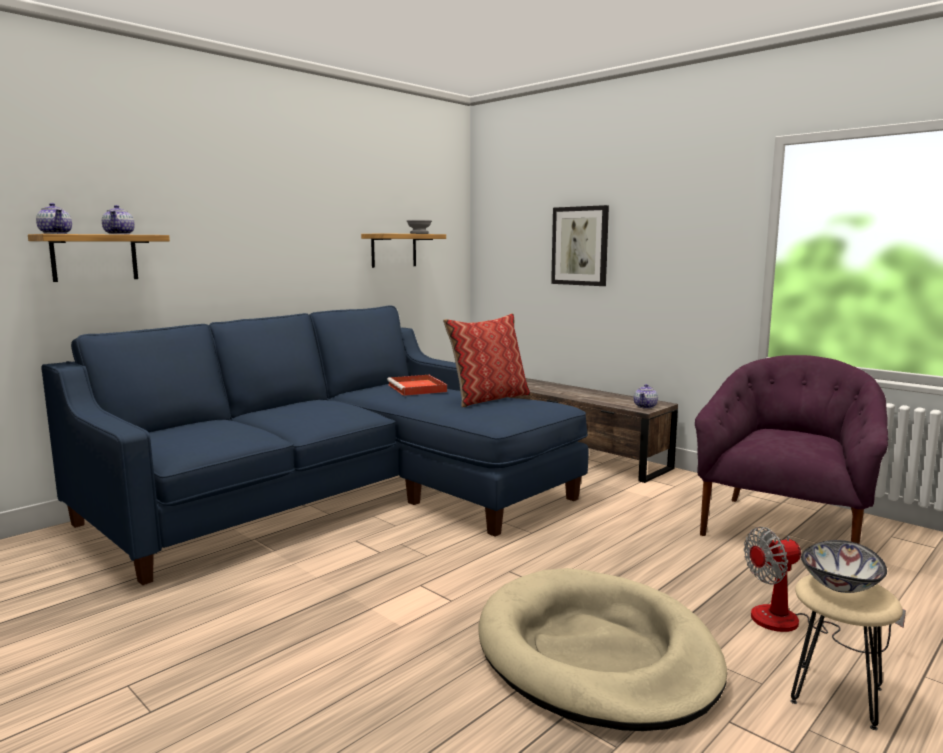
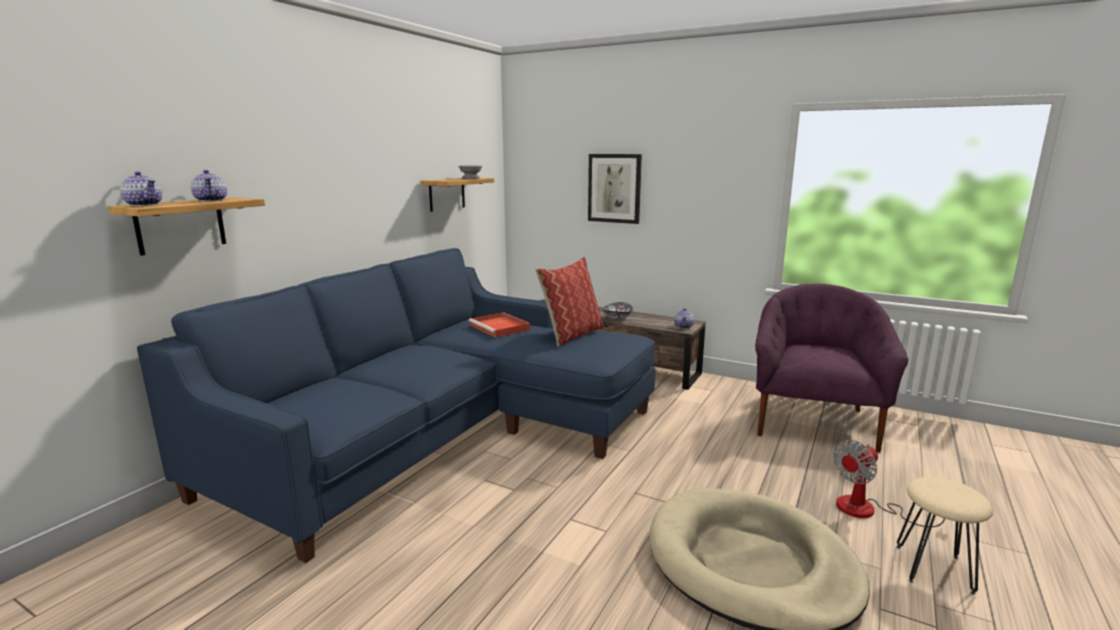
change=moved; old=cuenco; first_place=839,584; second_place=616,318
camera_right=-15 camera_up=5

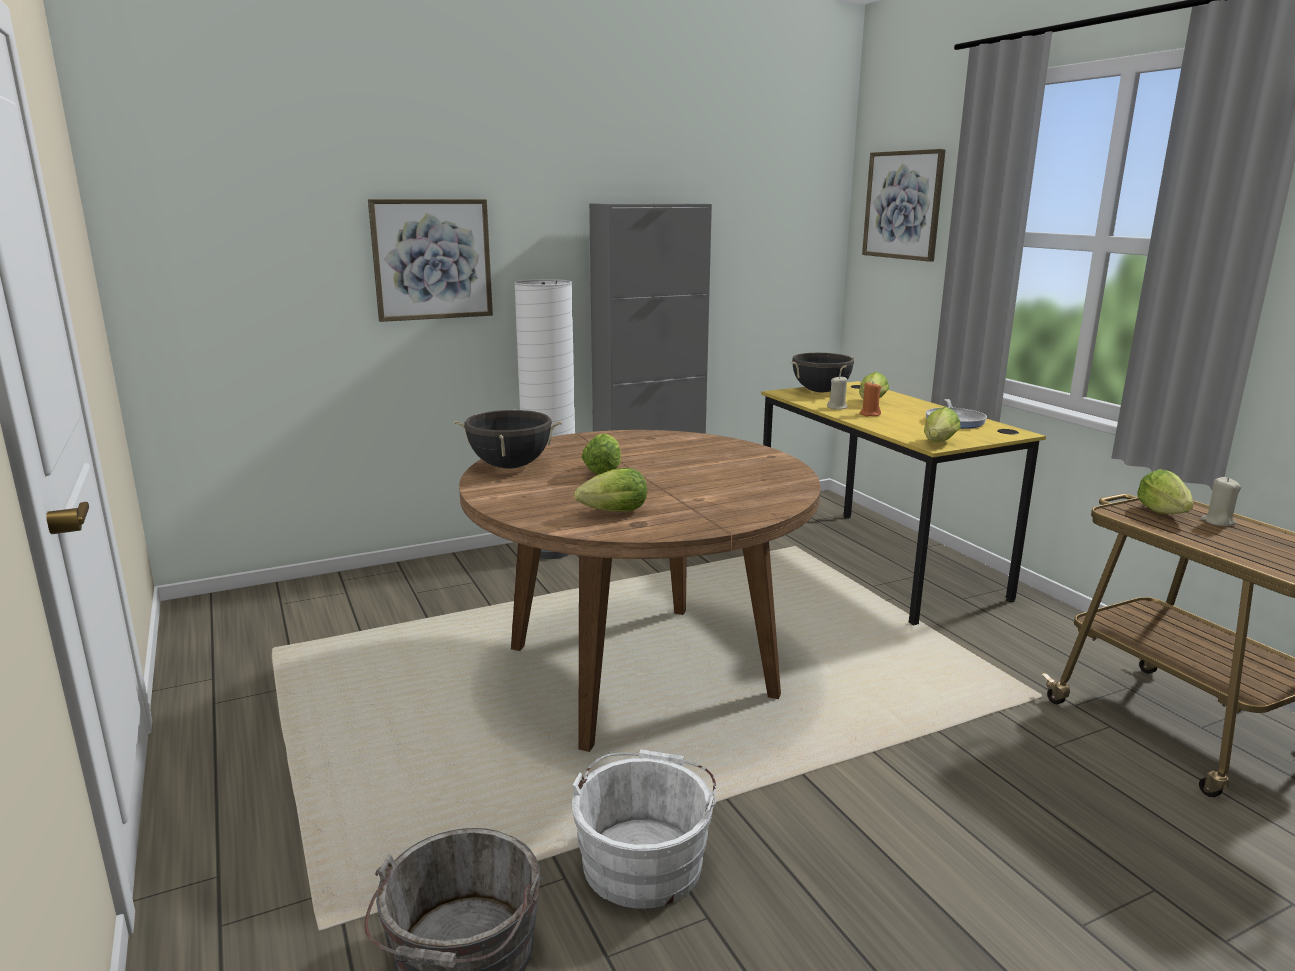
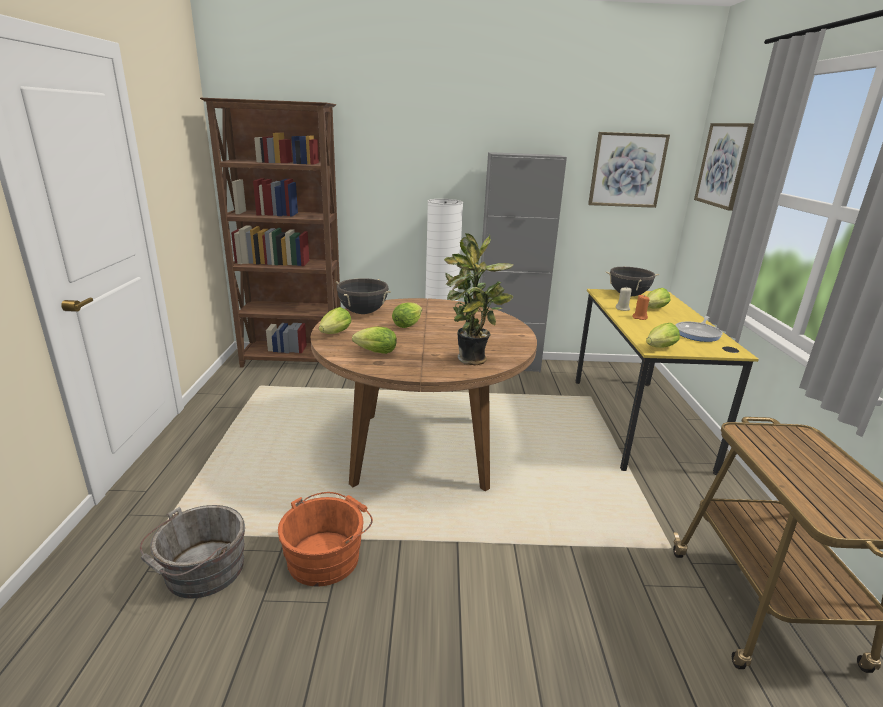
change=moved; old=cuadro; first_place=432,259; second_place=627,170
change=moved; old=lechuga; first_place=1165,514; second_place=334,334
change=removed; old=vela [beis]; first_place=1217,522
change=recoloured; old=cubo [blanco]; new=cubo [naranja]; first_place=644,857; second_place=327,556
change=added; new=estantería [marrón]; second_place=293,361
change=added; new=planta en maceta; second_place=472,361
camera_right=25 camera_up=5

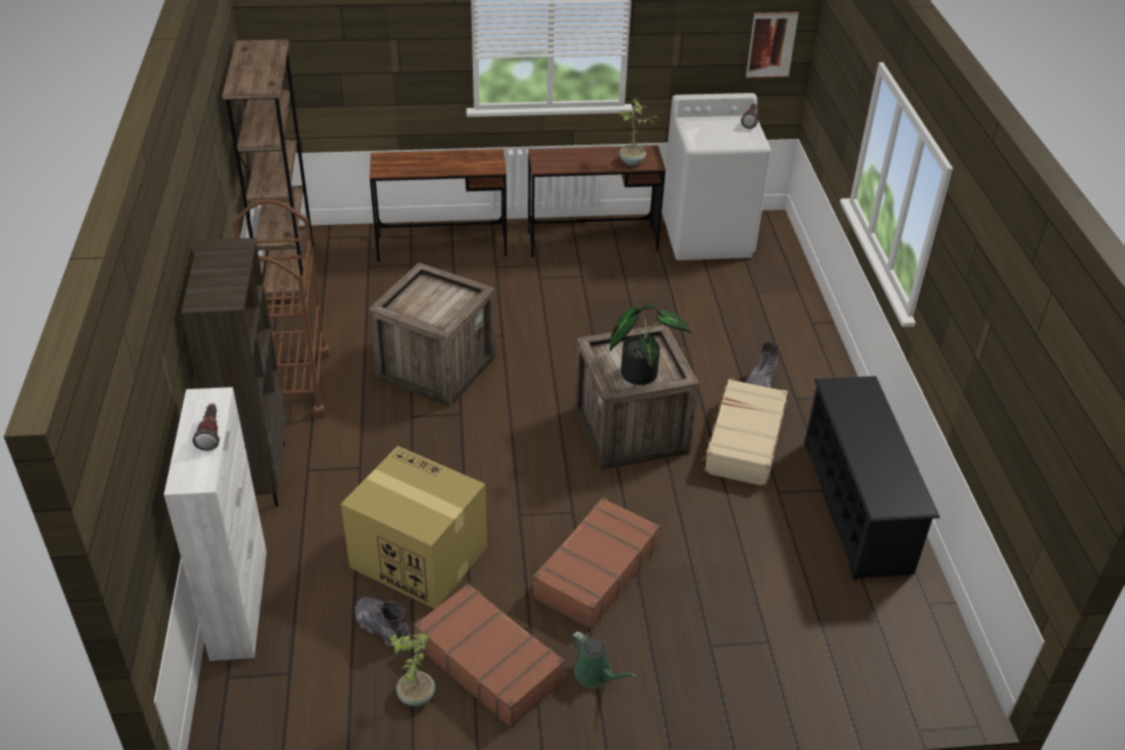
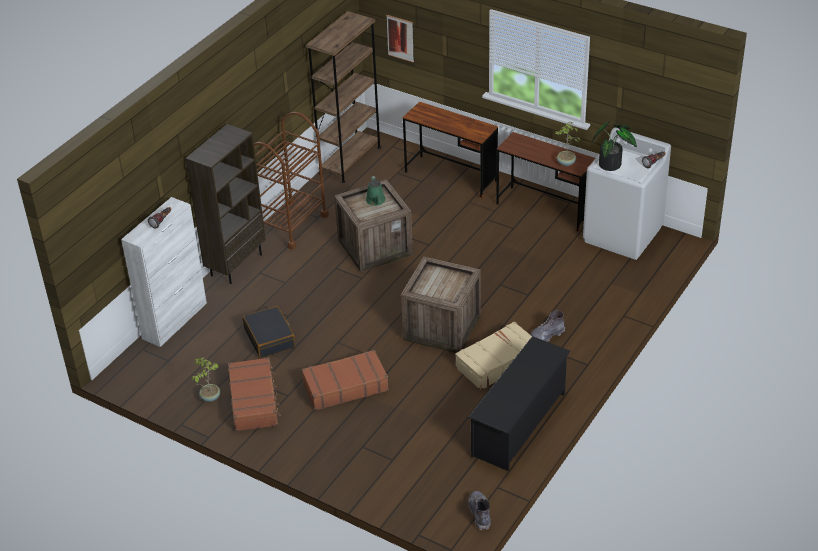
change=moved; old=cuadro; first_place=771,45; second_place=400,38
change=moved; old=planta en maceta; first_place=641,371; second_place=612,164
change=replaced; old=caja de cartón; new=maleta [negro]; first_place=417,557; second_place=270,338
change=moved; old=bota [gris]; first_place=382,627; second_place=480,513
change=moved; old=regadera [verde]; first_place=596,674; second_place=376,201
camera_right=40 camera_up=0

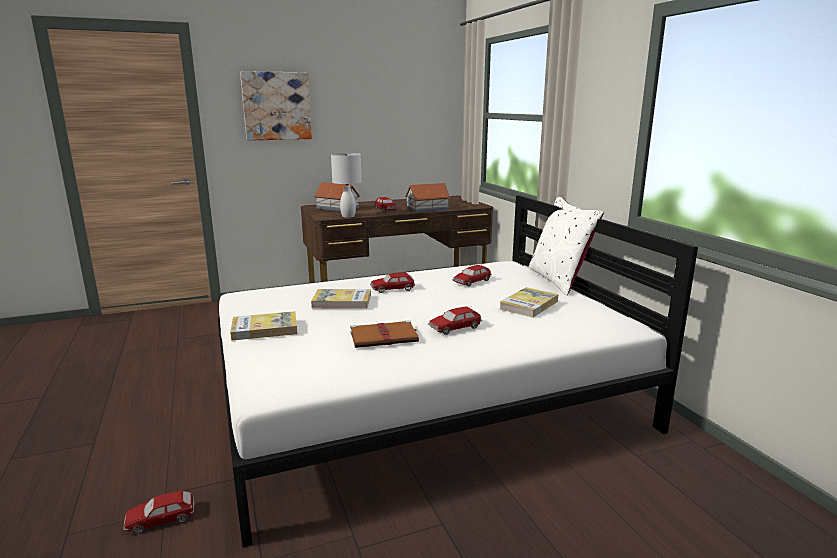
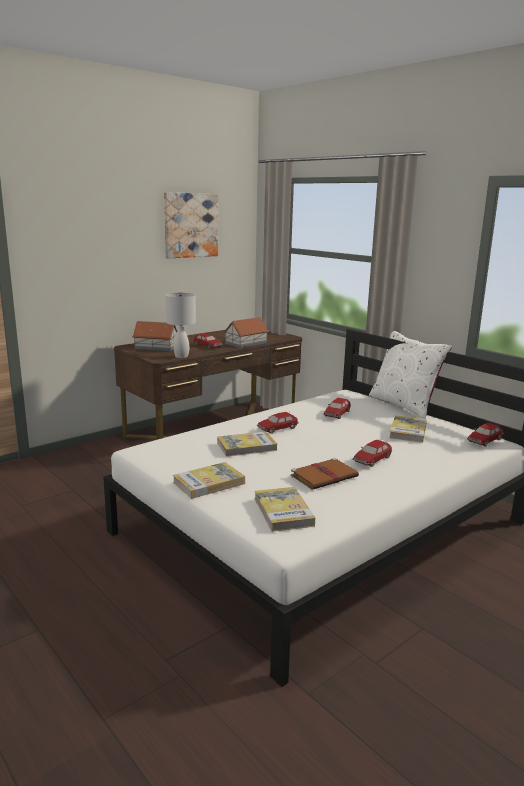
change=moved; old=cuadro; first_place=276,106; second_place=190,225
change=moved; old=coche de juguete; first_place=161,519; second_place=484,440
change=added; new=libro; second_place=283,512
camera_right=-20 camera_up=0

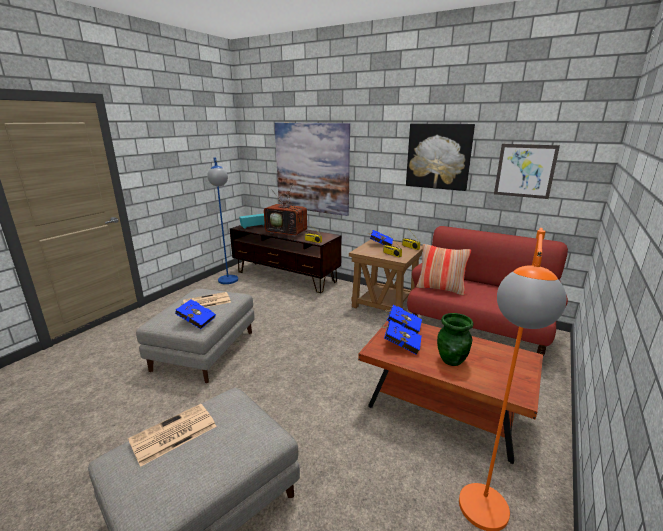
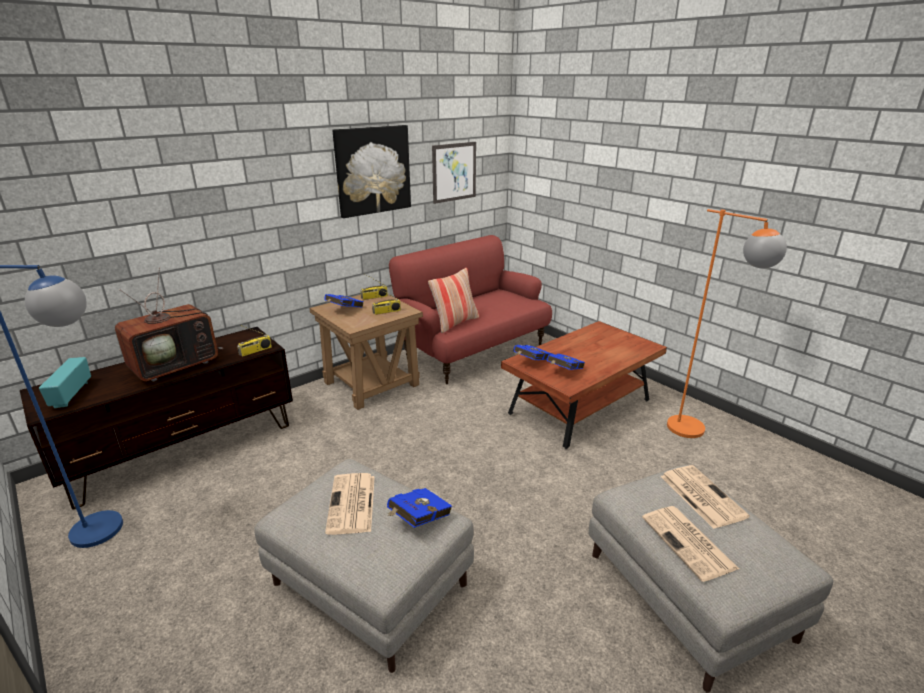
change=removed; old=cuadro; first_place=312,168
change=removed; old=florero [verde]; first_place=452,360
change=added; new=periódico; second_place=701,495
camera_right=-70 camera_up=5

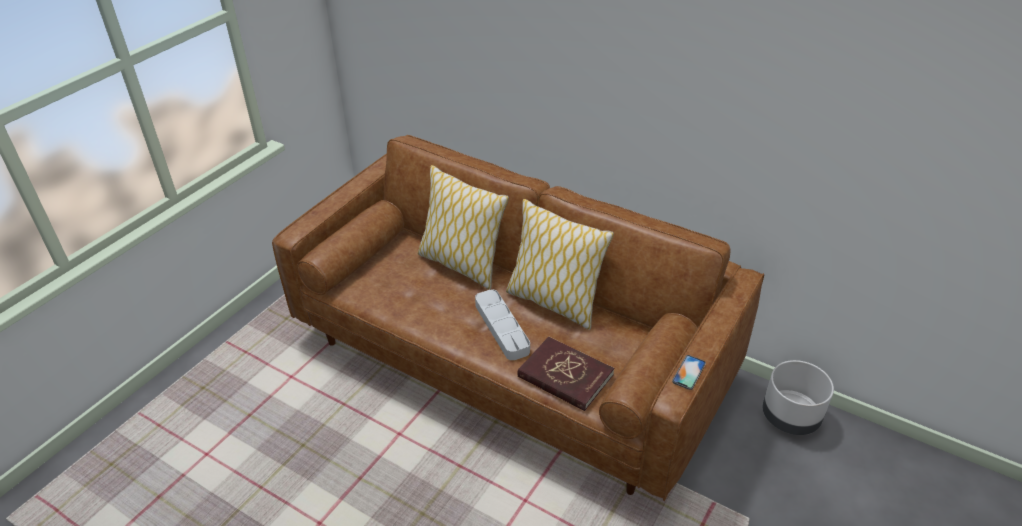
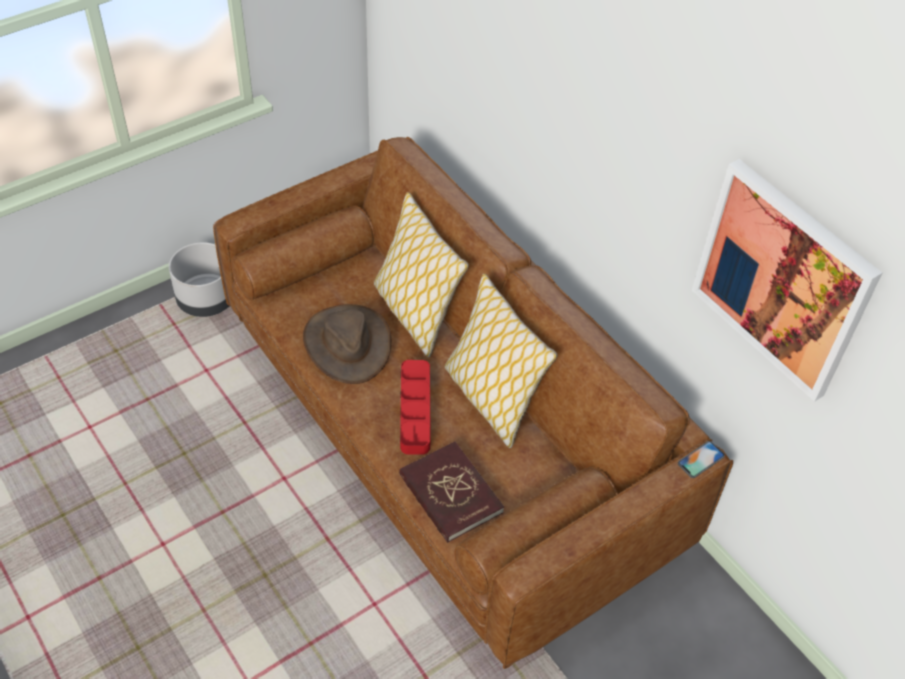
change=recoloured; old=bandeja [gris]; new=bandeja [rojo]; first_place=501,327; second_place=415,410
change=moved; old=móvil; first_place=689,372; second_place=701,459
change=moved; old=maceta [gris]; first_place=790,417; second_place=207,300
change=added; new=cuadro; second_place=782,279
change=added; new=sombrero [marrón]; second_place=347,344
camera_right=20 camera_up=10

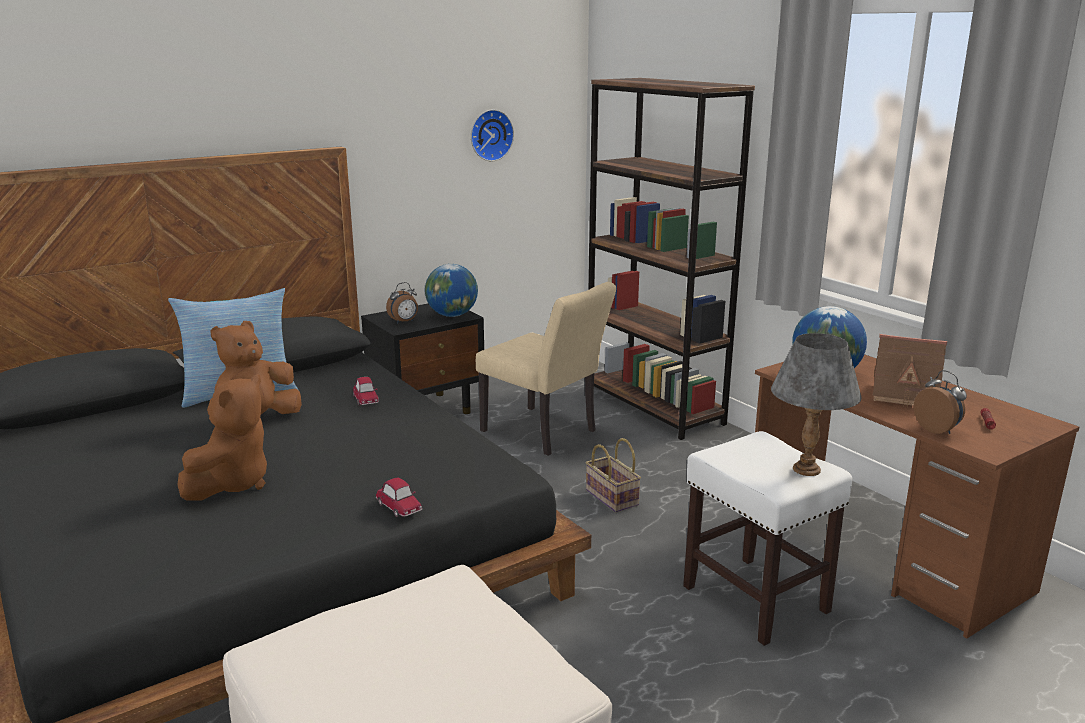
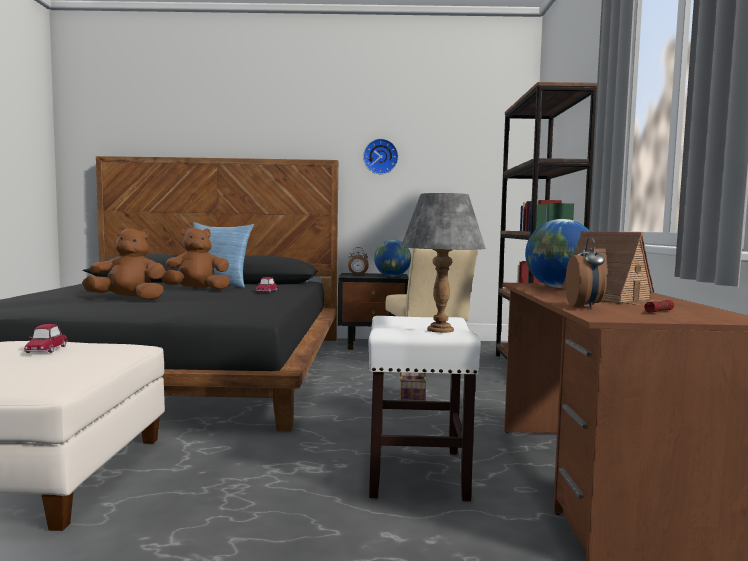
change=moved; old=reloj de pared; first_place=490,135; second_place=380,156
change=turned; old=peluche [marrón]; first_place=232,483; second_place=128,299; degrees=-150
change=moved; old=coche de juguete; first_place=399,507; second_place=46,349
camera_right=35 camera_up=-15

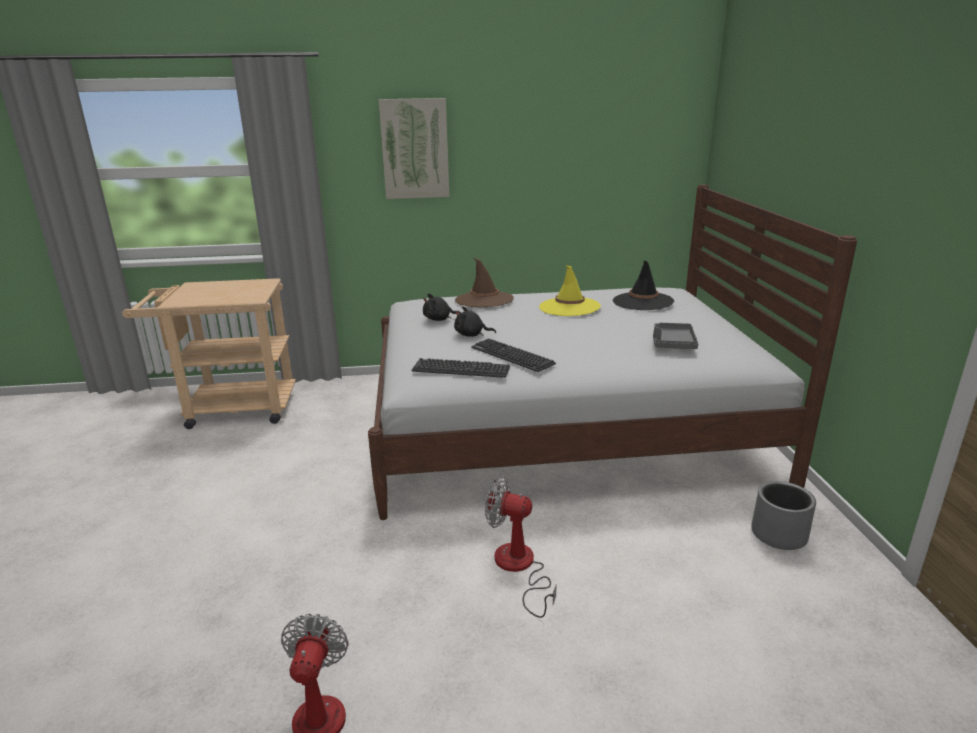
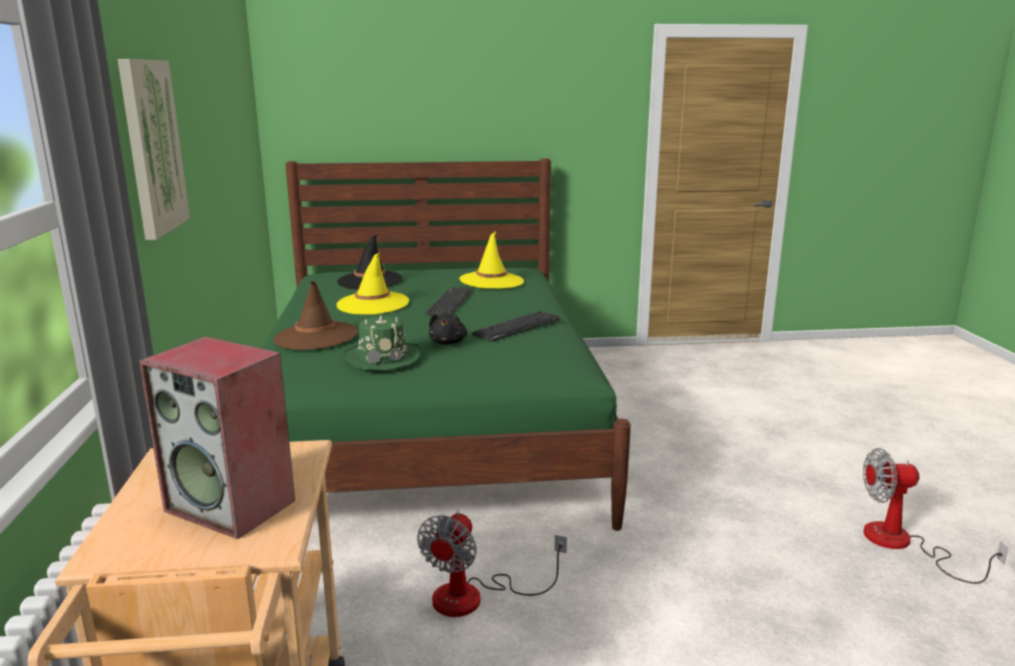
change=recoloured; old=cama [blanco]; new=cama [verde]; first_place=562,427; second_place=429,427
change=replaced; old=peluche [negro]; new=sombrero [verde]; first_place=439,319; second_place=383,357
change=replaced; old=bandeja [gris]; new=sombrero [amarillo]; first_place=672,343; second_place=491,281
change=moved; old=teclado; first_place=461,369; second_place=450,302
change=moved; old=ventilador; first_place=519,568; second_place=475,597
change=removed; old=maceta [gris]; first_place=779,535
change=added; new=altavoz; second_place=233,505
camera_right=-90 camera_up=-5

